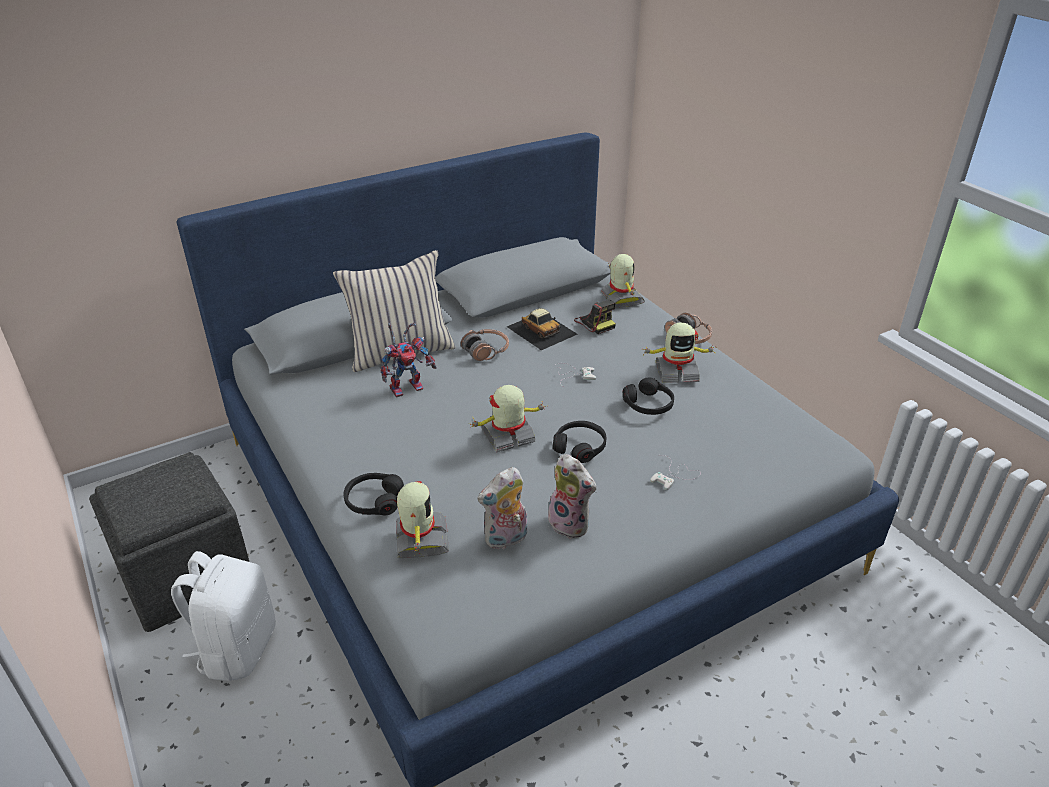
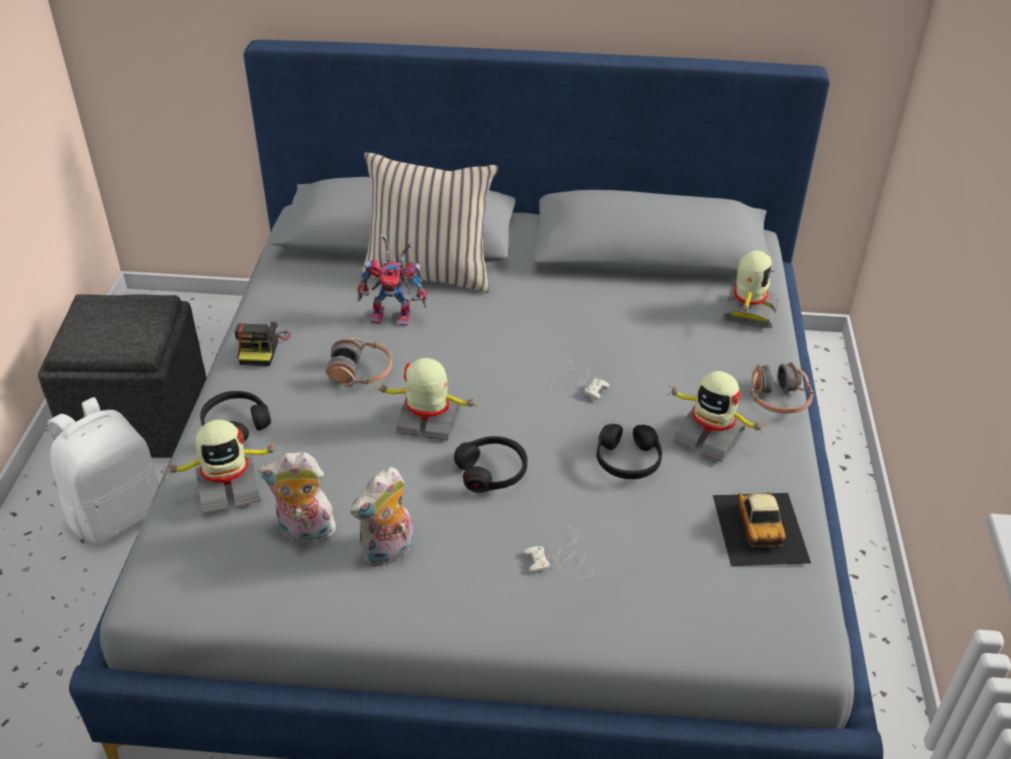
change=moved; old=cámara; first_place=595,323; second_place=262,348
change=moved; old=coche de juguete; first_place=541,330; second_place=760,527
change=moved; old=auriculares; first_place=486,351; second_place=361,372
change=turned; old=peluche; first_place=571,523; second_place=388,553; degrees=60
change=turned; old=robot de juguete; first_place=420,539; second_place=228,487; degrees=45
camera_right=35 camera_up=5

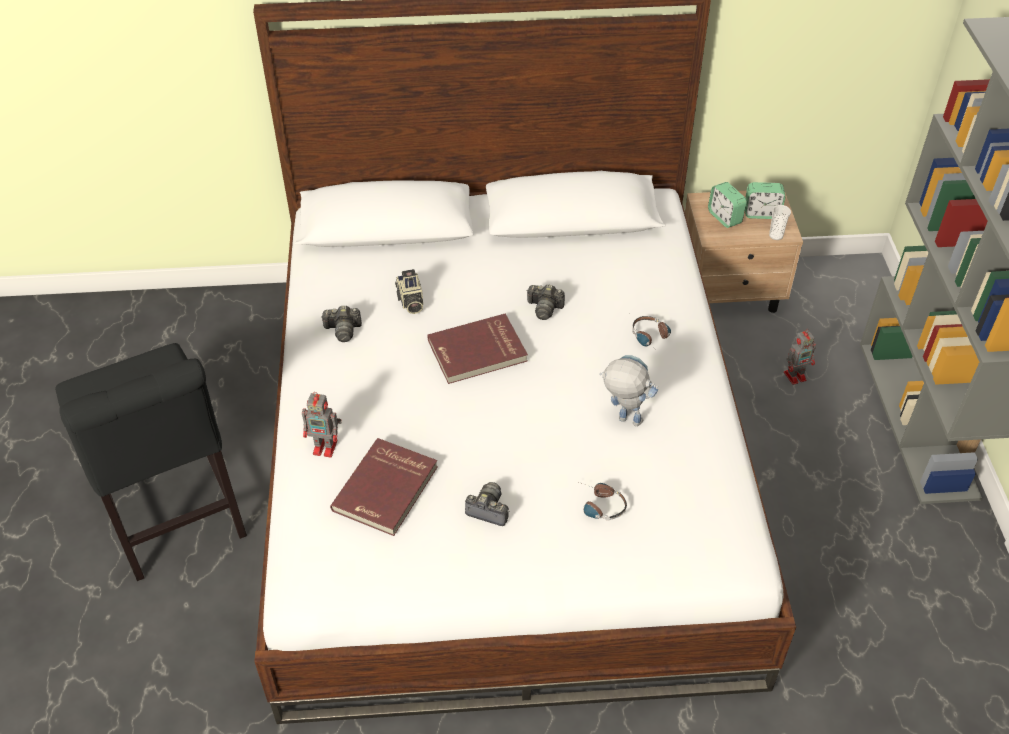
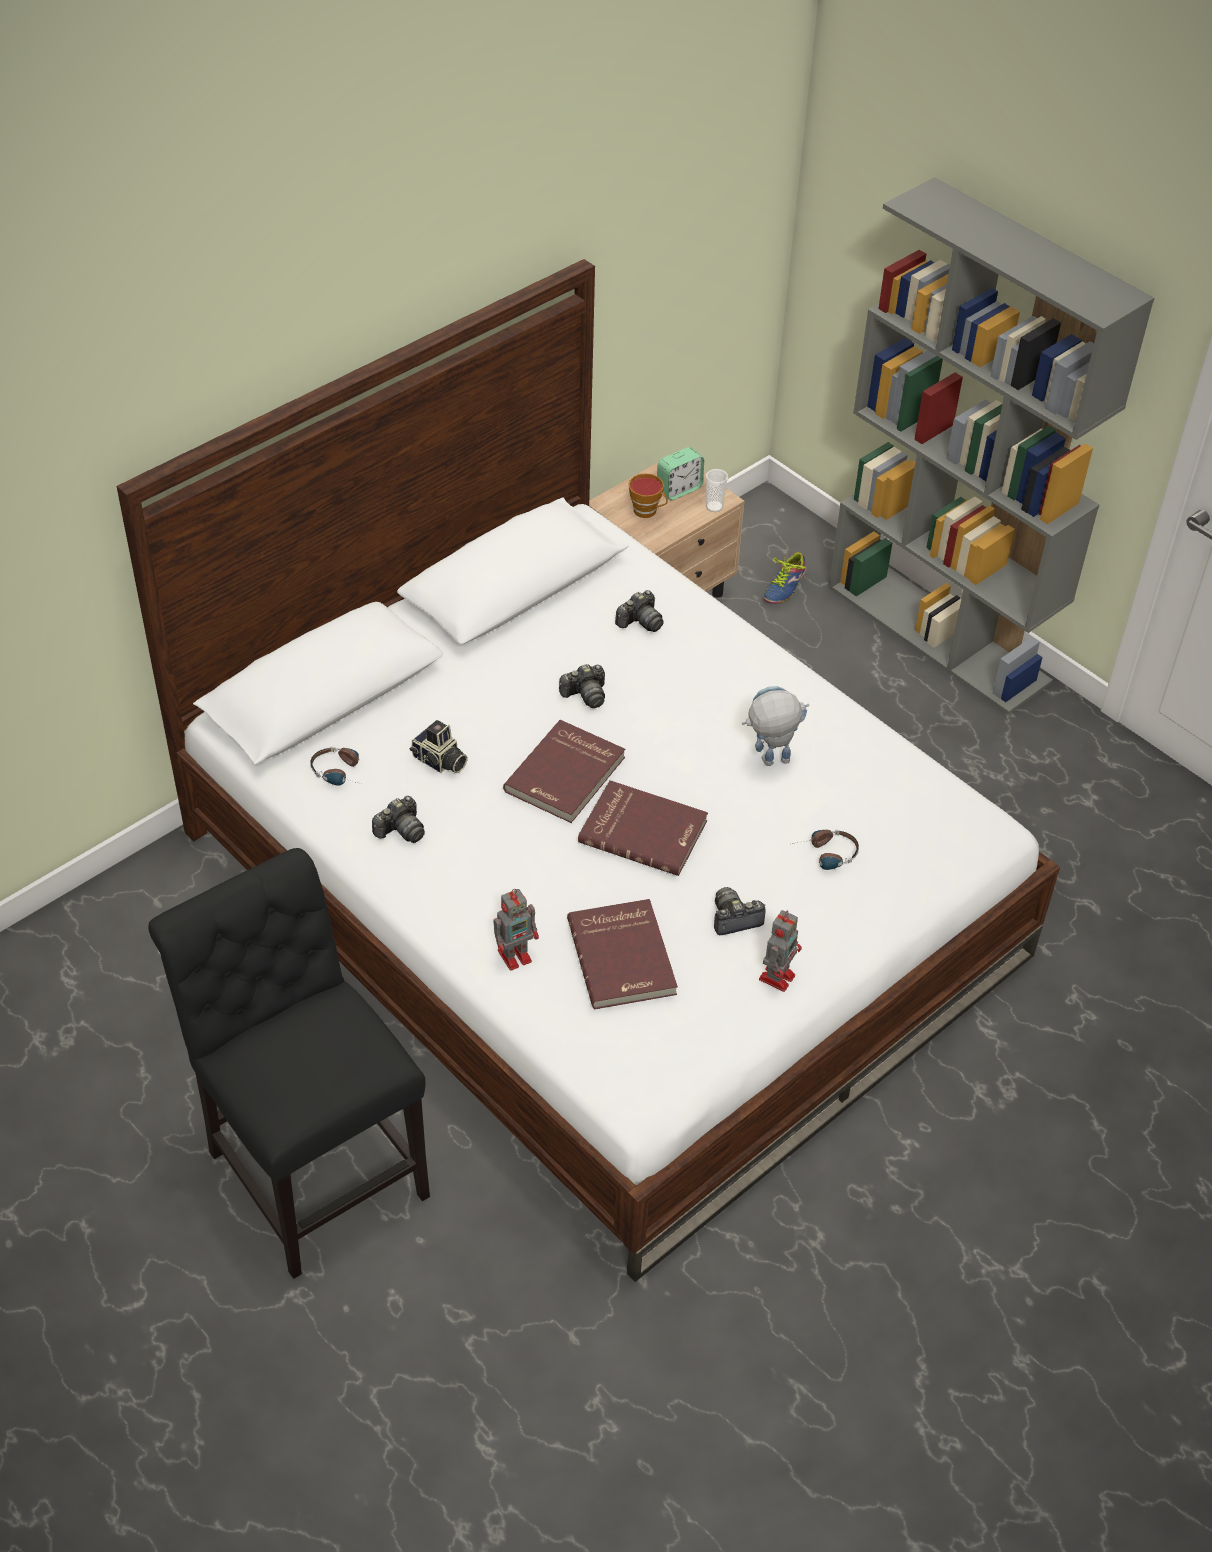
change=replaced; old=despertador; new=taza; first_place=724,217; second_place=647,511
change=moved; old=auriculares; first_place=653,339; second_place=342,772
change=moved; old=robot de juguete; first_place=796,376; second_place=777,976
change=turned; old=silla [negro]; first_place=176,519; second_place=312,1166; degrees=-150
change=added; new=zapato; second_place=782,586
change=added; new=cámara; second_place=640,622
change=added; new=libro [rojo]; second_place=644,830
camera_right=-40 camera_up=0

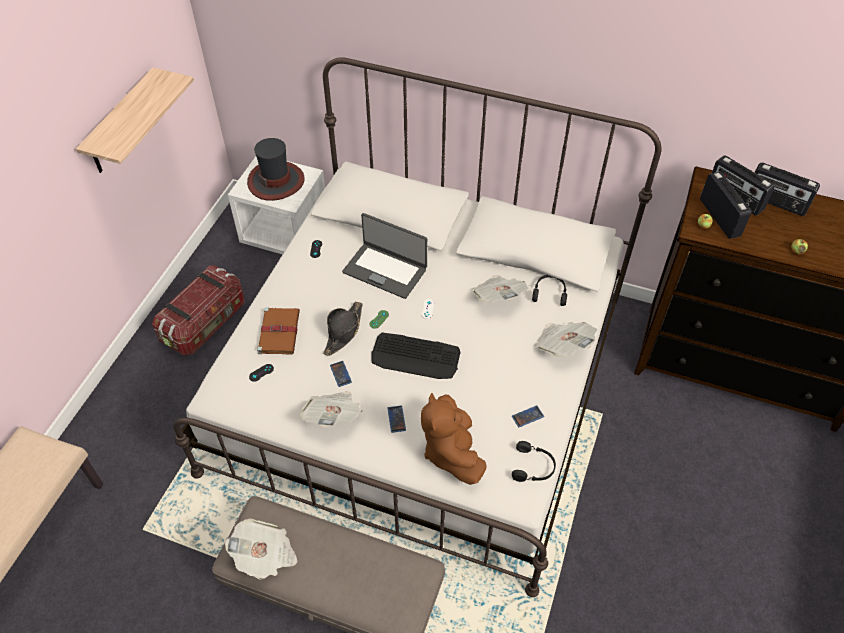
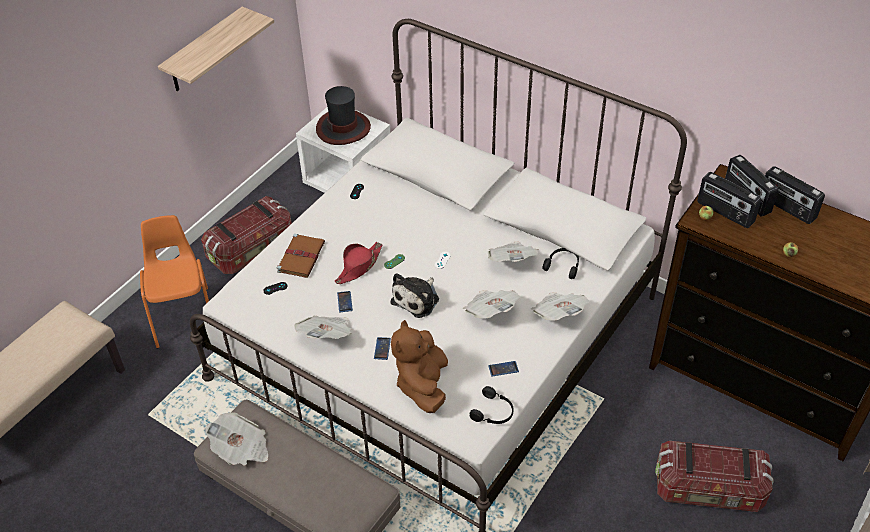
change=turned; old=radio; first_place=720,217; second_place=725,213; degrees=135
change=removed; old=portátil; first_place=385,270
change=recoloured; old=sombrero [negro]; new=sombrero [rojo]; first_place=343,331; second_place=359,266
change=replaced; old=teclado; new=peluche; first_place=415,356; second_place=417,299
change=added; new=silla [naranja]; second_place=184,316
change=added; new=periódico; second_place=490,312
change=added; new=caja de almacenaje; second_place=708,490
camera_right=15 camera_up=-5

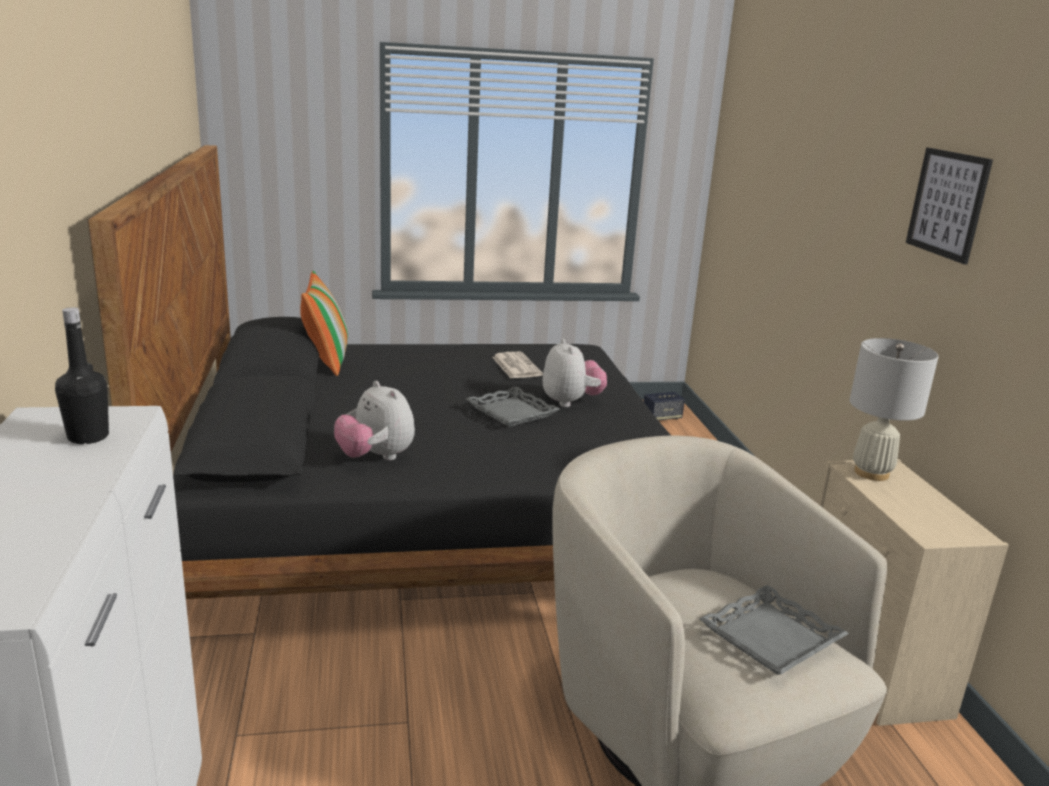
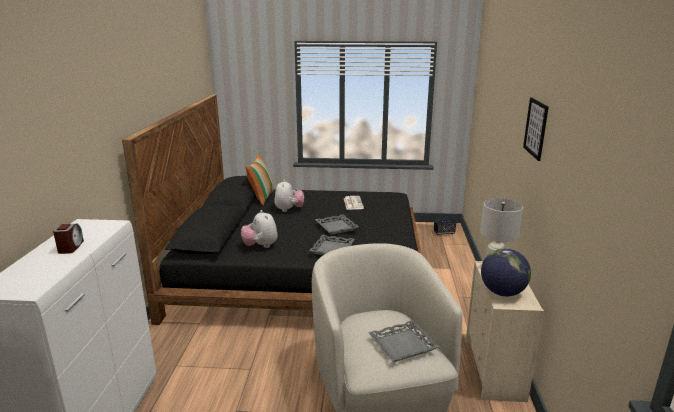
change=removed; old=botella [negro]; first_place=88,437
change=moved; old=peluche; first_place=571,402; second_place=289,210
change=added; new=despertador; second_place=70,247
change=added; new=bandeja [gris]; second_place=332,249
change=added; new=globo terráqueo; second_place=502,293
camera_right=15 camera_up=0

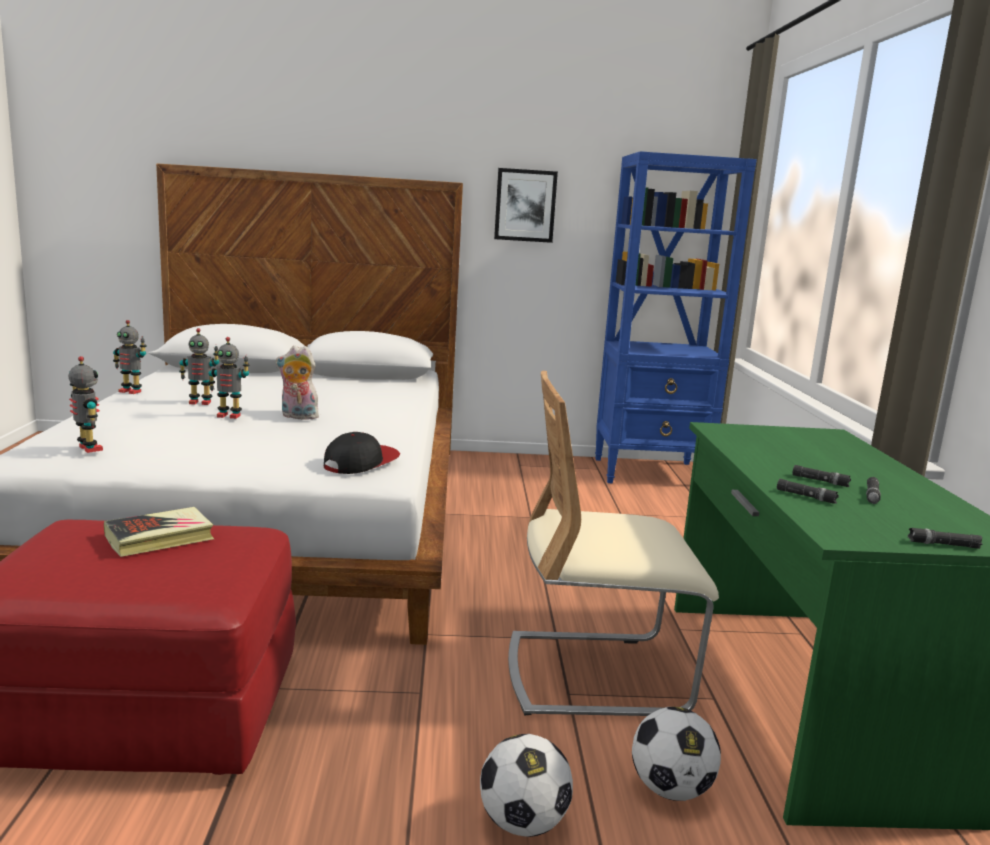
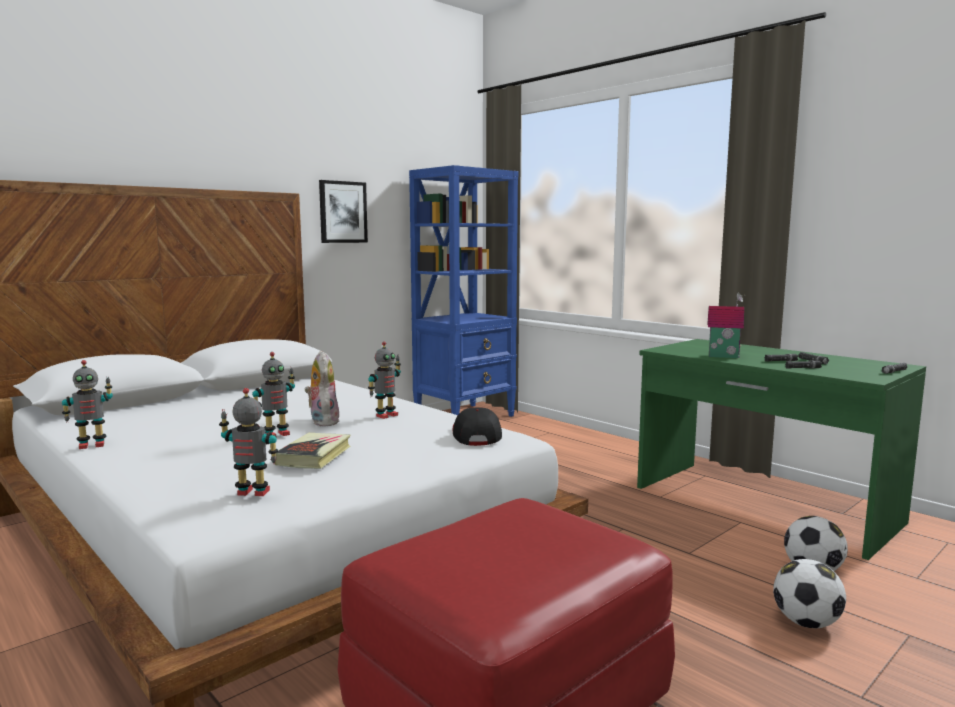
change=moved; old=robot de juguete; first_place=200,402; second_place=386,415
change=turned; old=peluche; first_place=297,417; second_place=322,421; degrees=105
change=removed; old=silla [beis]; first_place=596,675
change=moved; old=libro; first_place=160,538; second_place=314,456
change=added; new=casita; second_place=723,356
camera_right=-40 camera_up=-5

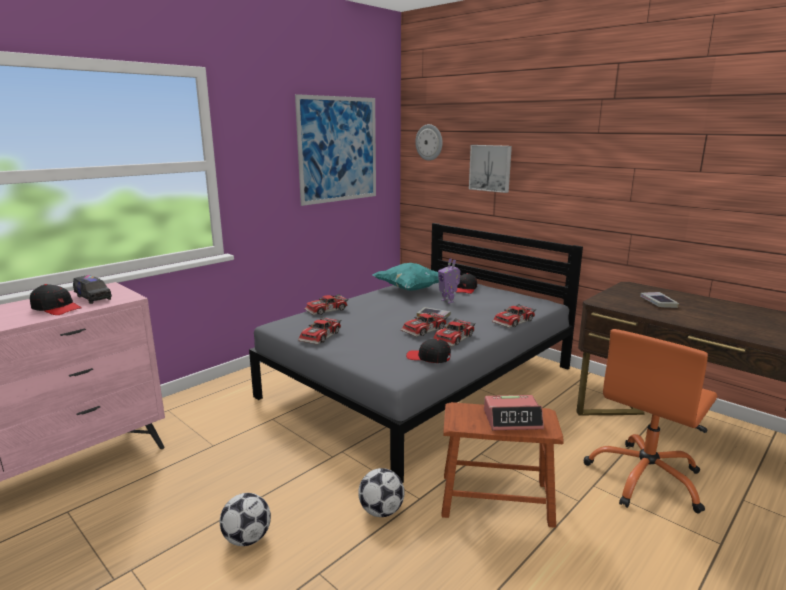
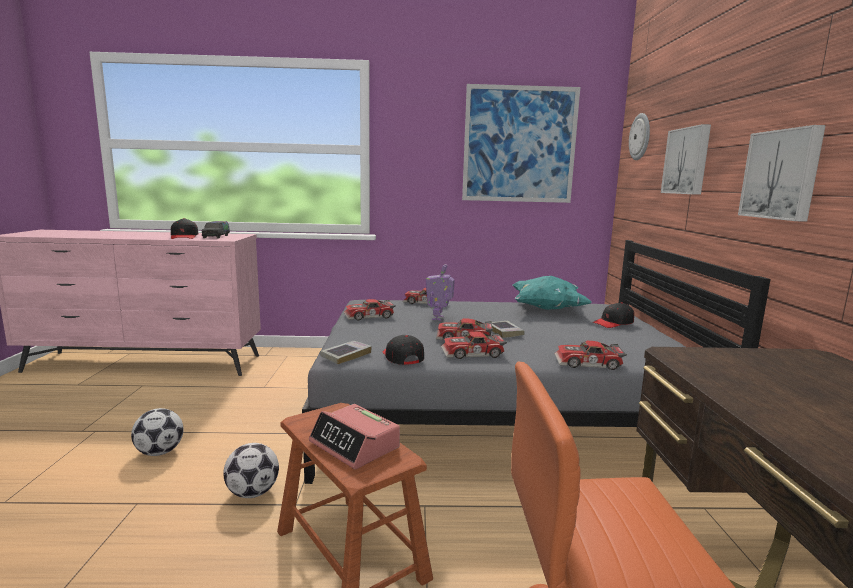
change=moved; old=robot de juguete; first_place=448,301; second_place=439,318
change=moved; old=libro; first_place=658,303; second_place=346,355
change=added; new=cuadro; second_place=782,174
camera_right=45 camera_up=-5

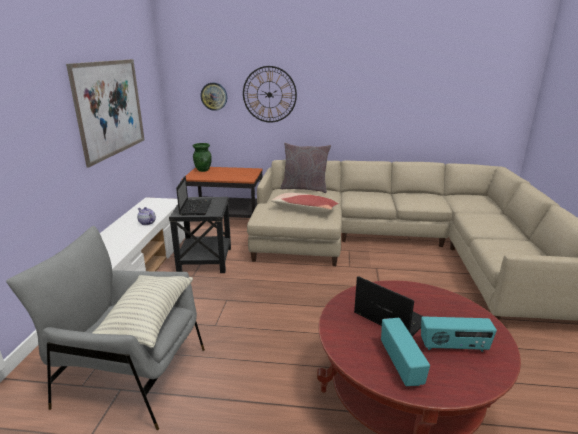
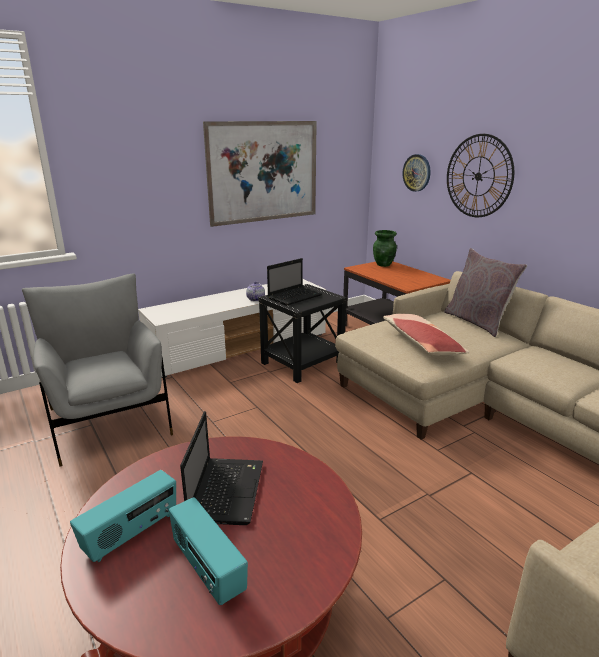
change=removed; old=cojín; first_place=147,320
camera_right=50 camera_up=0

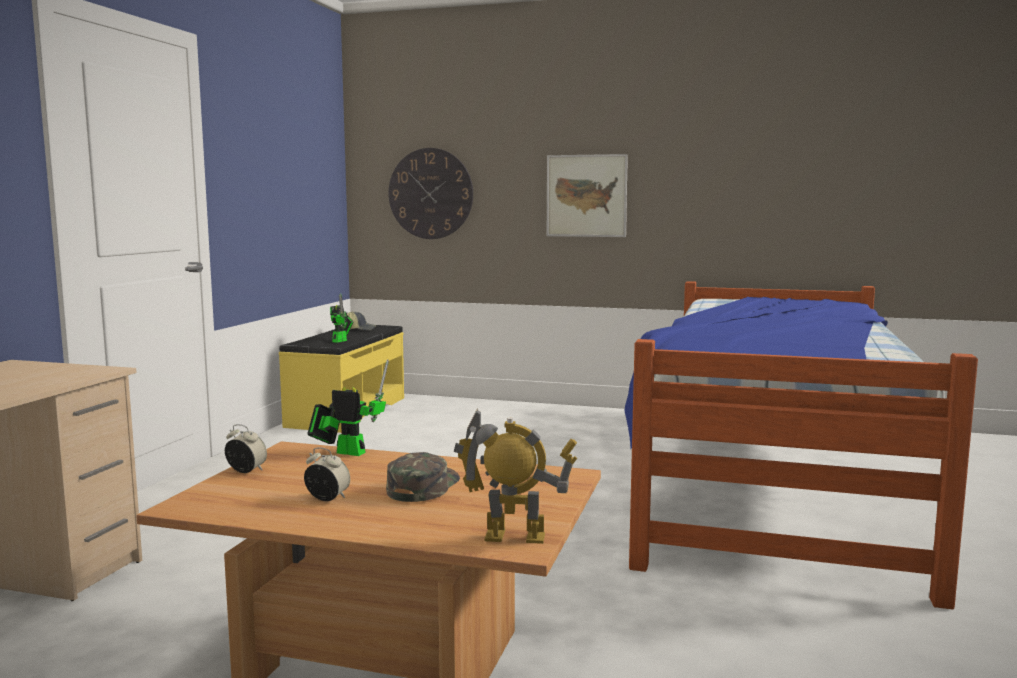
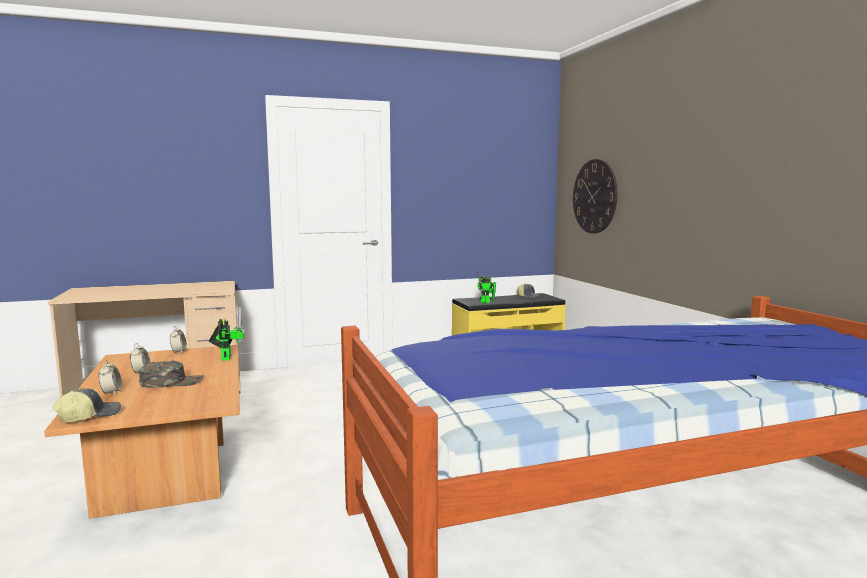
change=removed; old=cuadro; first_place=586,196
change=replaced; old=robot de juguete; new=gorra; first_place=514,537; second_place=89,415
change=added; new=despertador; second_place=111,392
camera_right=55 camera_up=0

